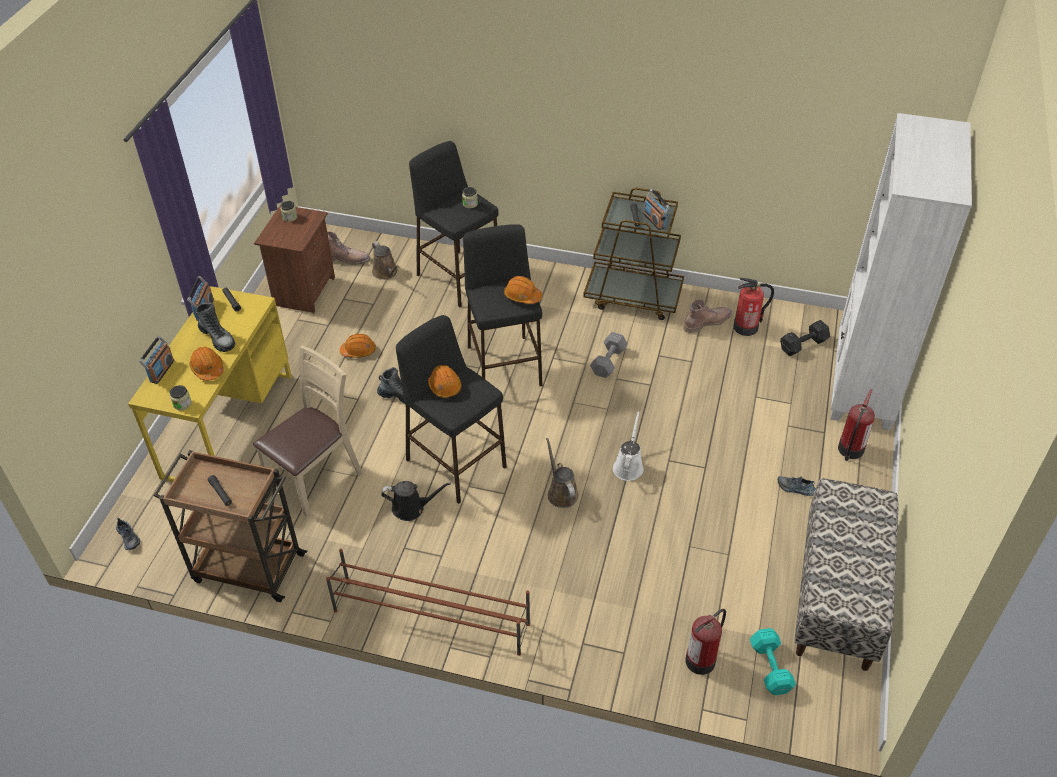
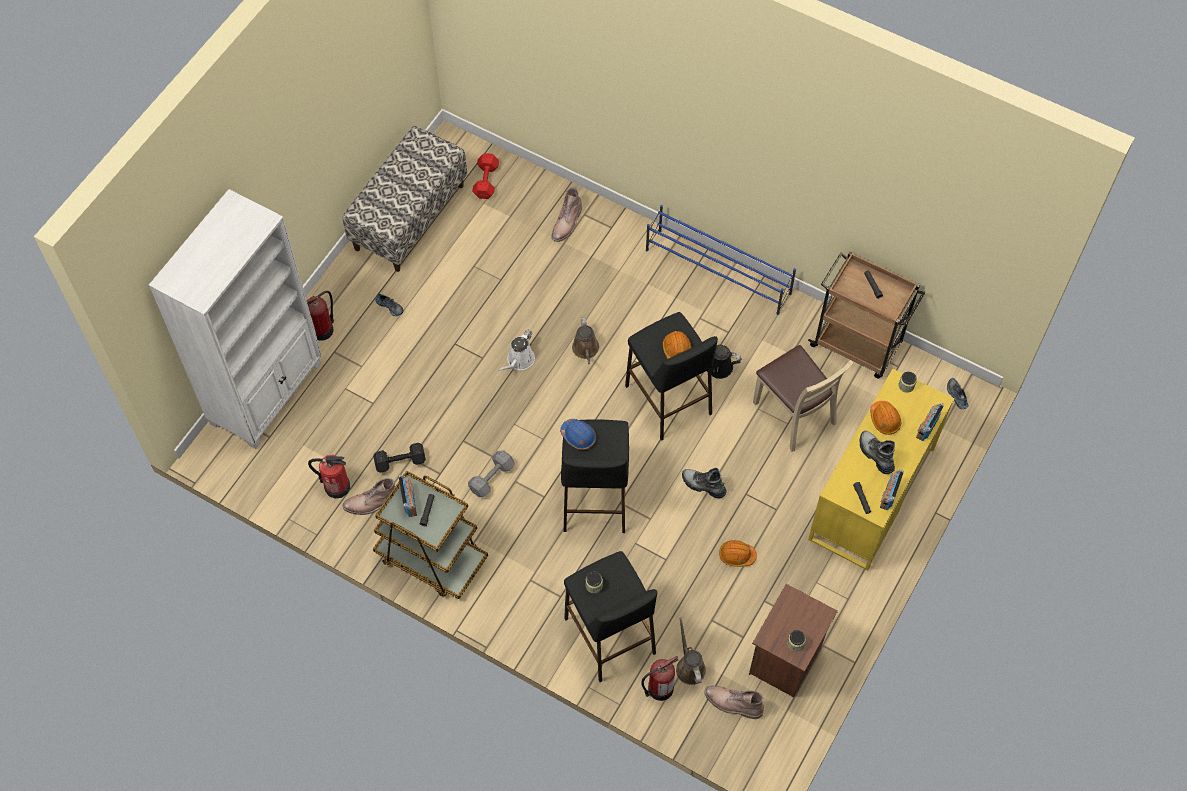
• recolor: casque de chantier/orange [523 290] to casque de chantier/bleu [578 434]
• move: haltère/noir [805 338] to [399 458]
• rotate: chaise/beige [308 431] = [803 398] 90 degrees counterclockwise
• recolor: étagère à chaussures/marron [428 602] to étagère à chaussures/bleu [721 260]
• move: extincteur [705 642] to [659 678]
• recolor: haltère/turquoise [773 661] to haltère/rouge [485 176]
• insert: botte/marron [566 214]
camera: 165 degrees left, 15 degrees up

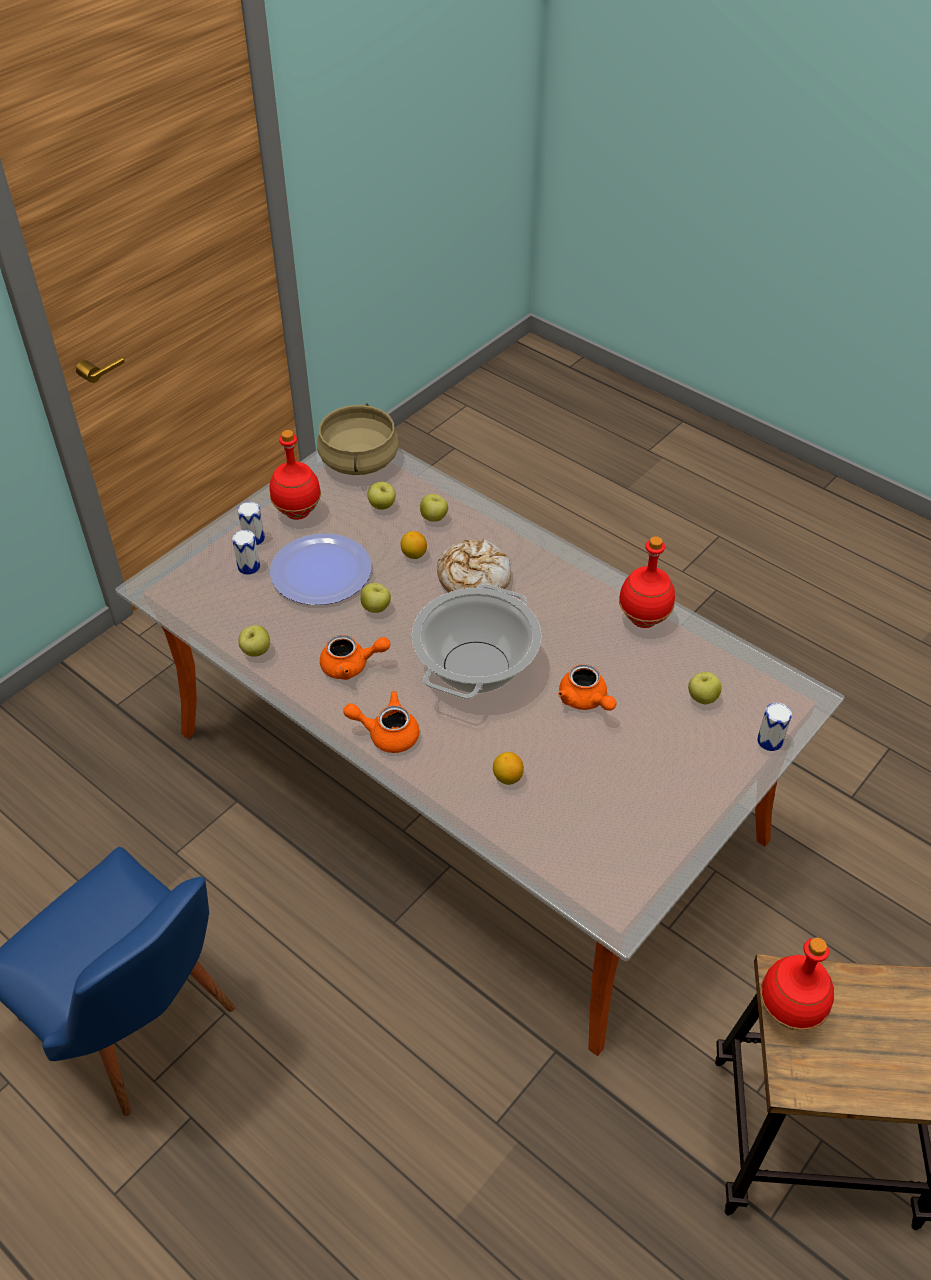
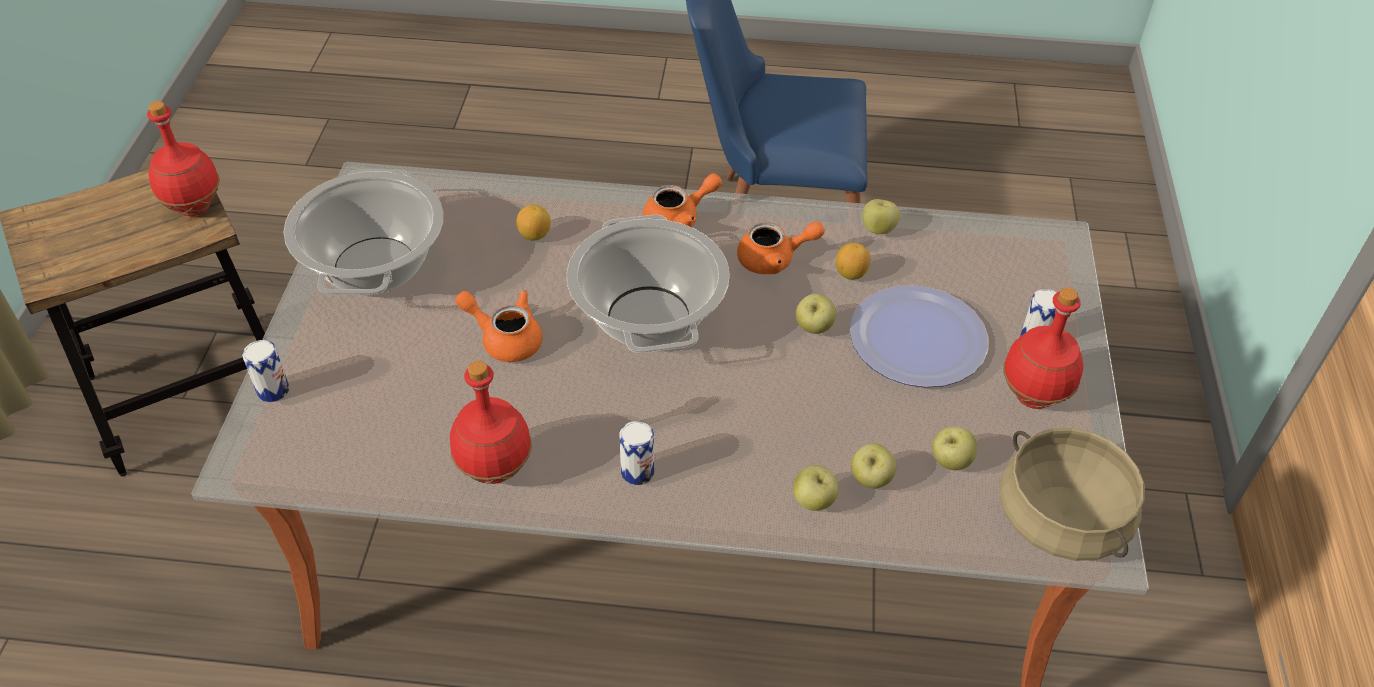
• move: boîte métallique [246 552] to [636 453]
• move: citron [414 545] to [853 261]
• delete: pain [474 565]
• rotate: théière/orange [355 657] = [781 247] 150 degrees counterclockwise
• move: pomme [705 688] to [815 488]
• insert: marmite [364 232]
camera: 145 degrees right, 0 degrees up

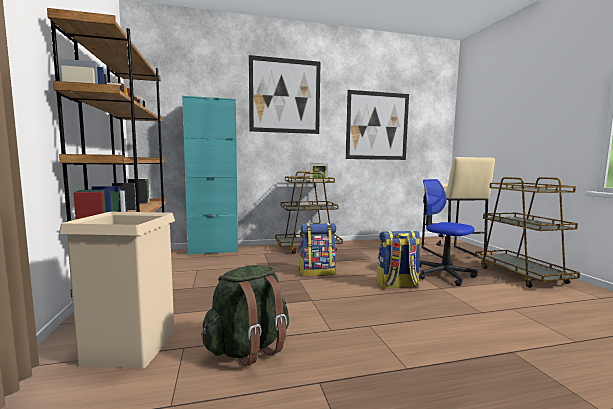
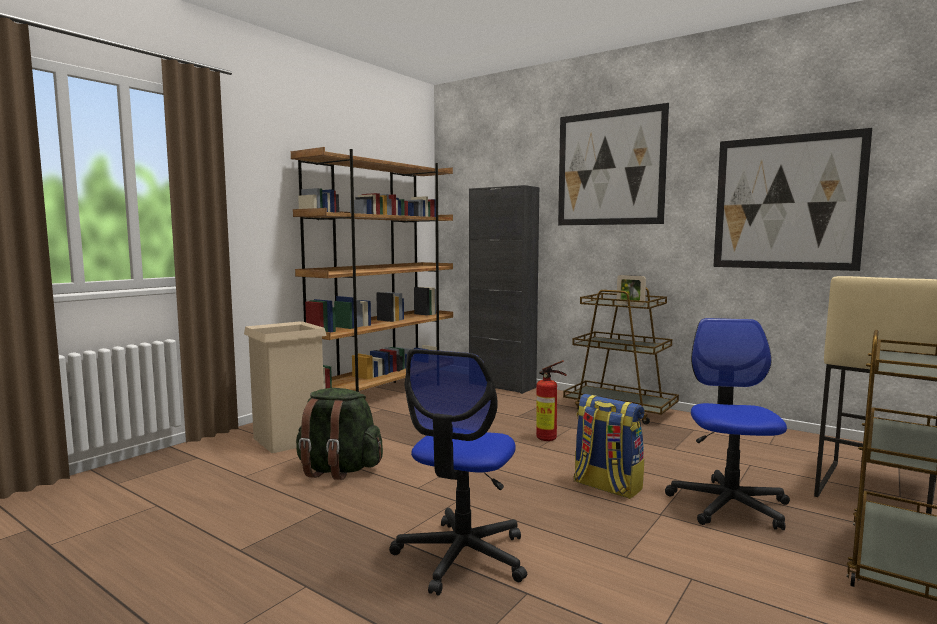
• recolor: meuble de rangement/turquoise [210 175] to meuble de rangement/noir [504 289]
• replace: sac à dos [317 249] to extincteur [551 400]
• insert: chaise de bureau [458 472]
camera: 50 degrees right, 0 degrees up

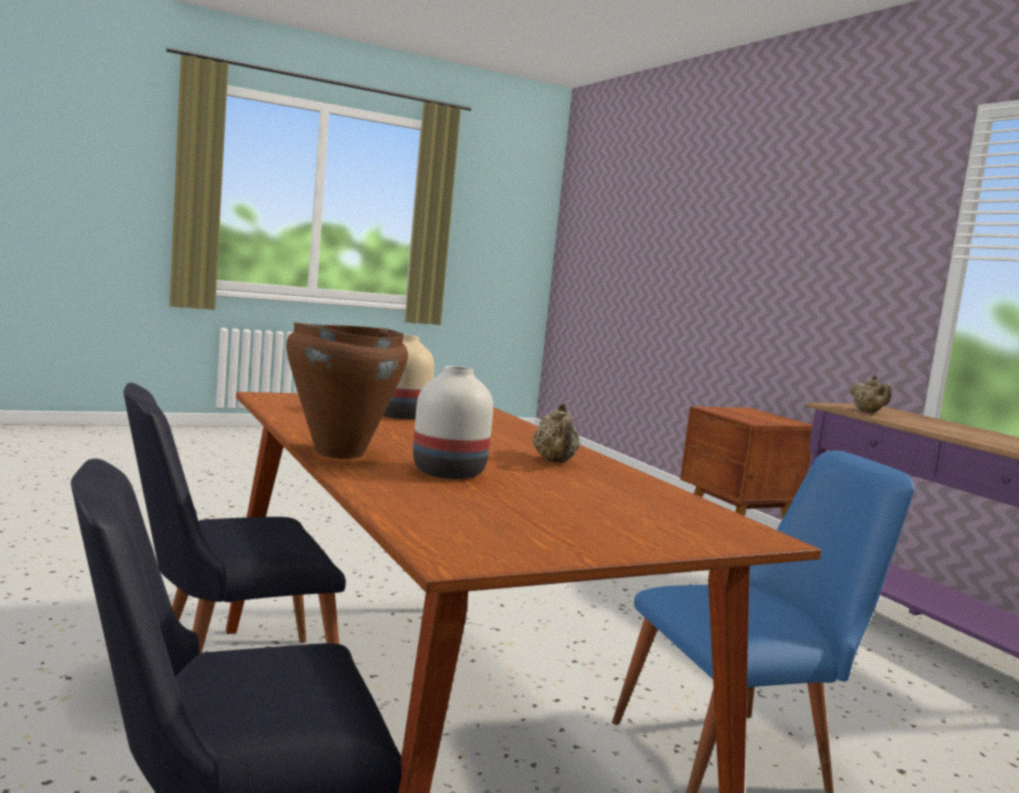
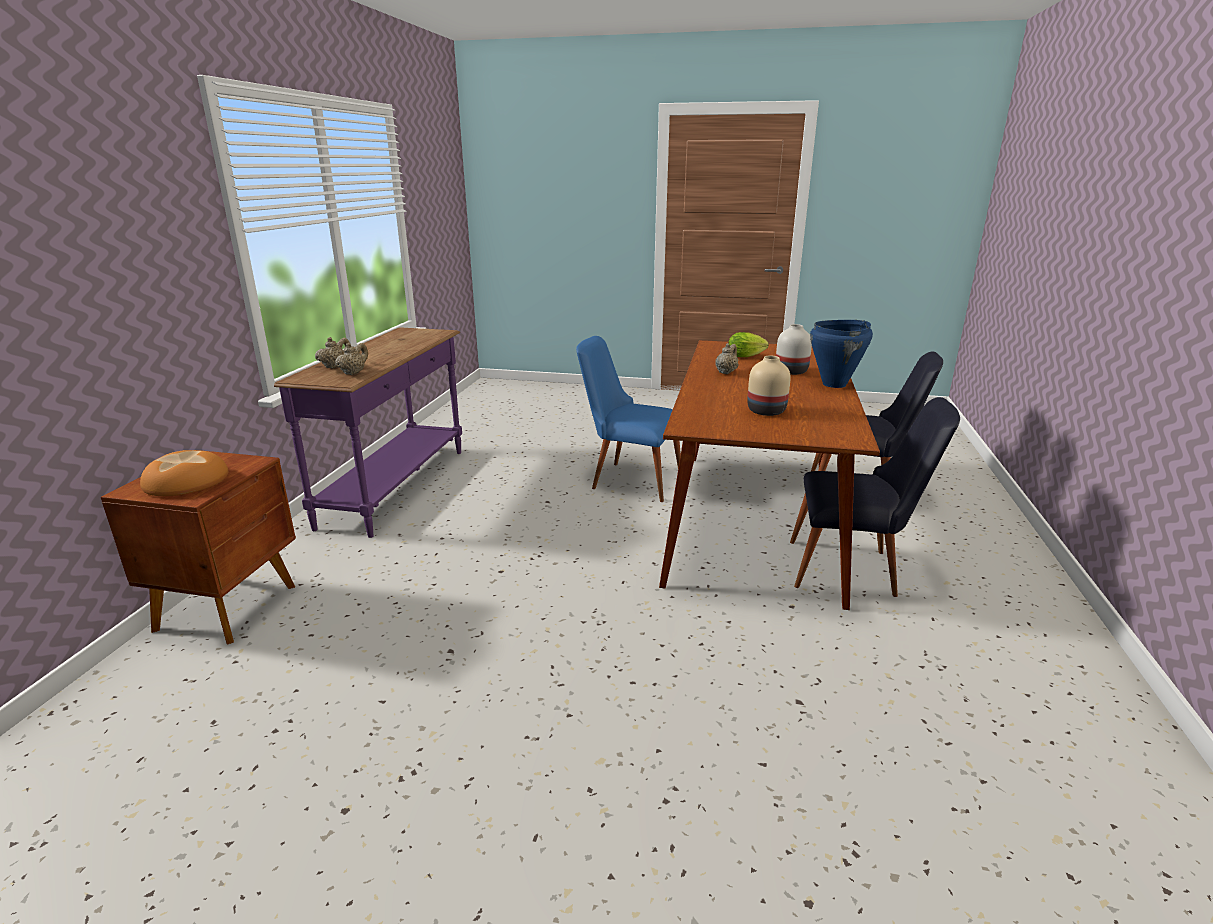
• recolor: marmite/marron [347 390] to marmite/bleu [841 354]
• insert: laitue [748 344]
• insert: théière/beige [332 353]
• insert: pain [184 473]
camera: 140 degrees left, 15 degrees up

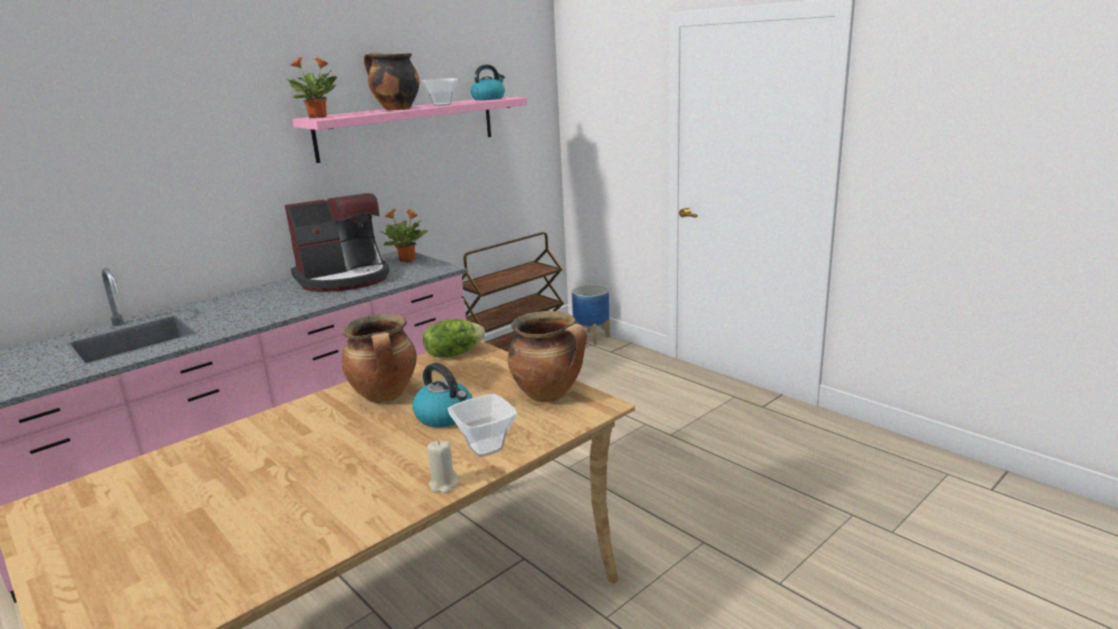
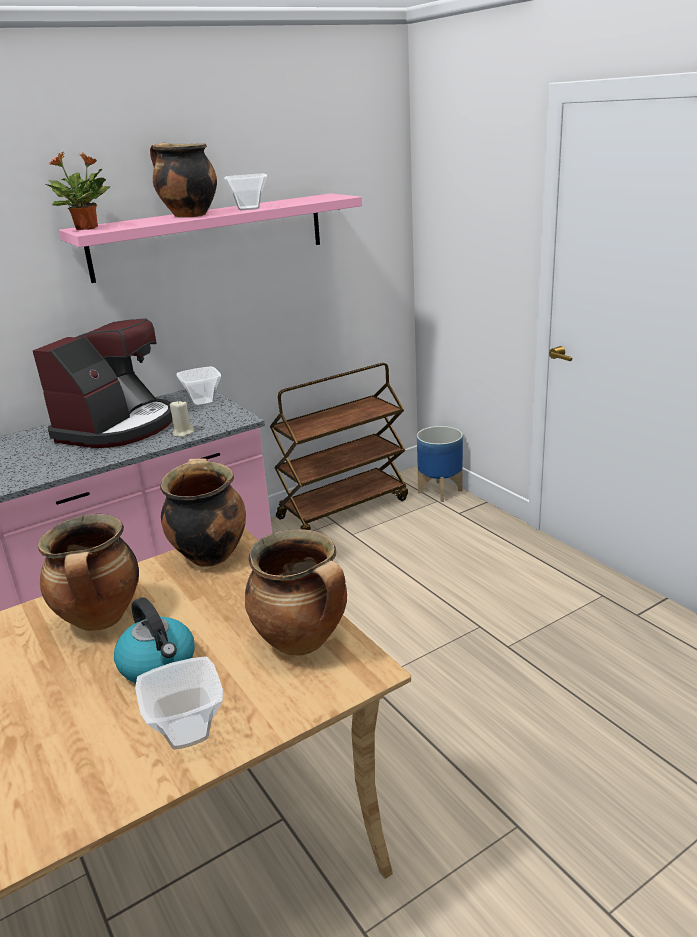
• delete: bouilloire [488 82]
• rotate: machine à café [337 242] = [102 383] 45 degrees counterclockwise
• replace: plante en pot [403 235] to bol [198 386]
• replace: laitue [454 338] to marmite [203 512]
• move: bougie/beige [443 466] to [182 418]
camera: 10 degrees right, 5 degrees up

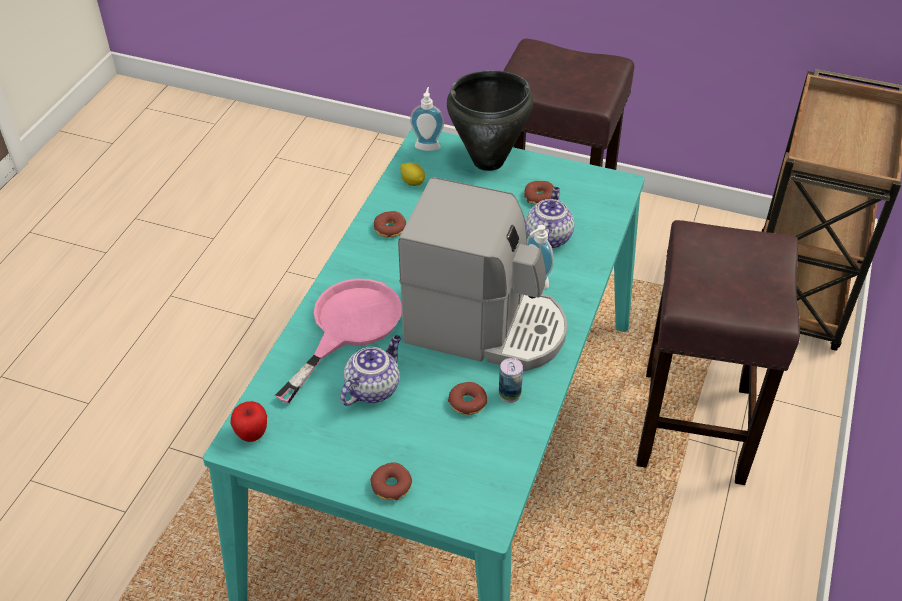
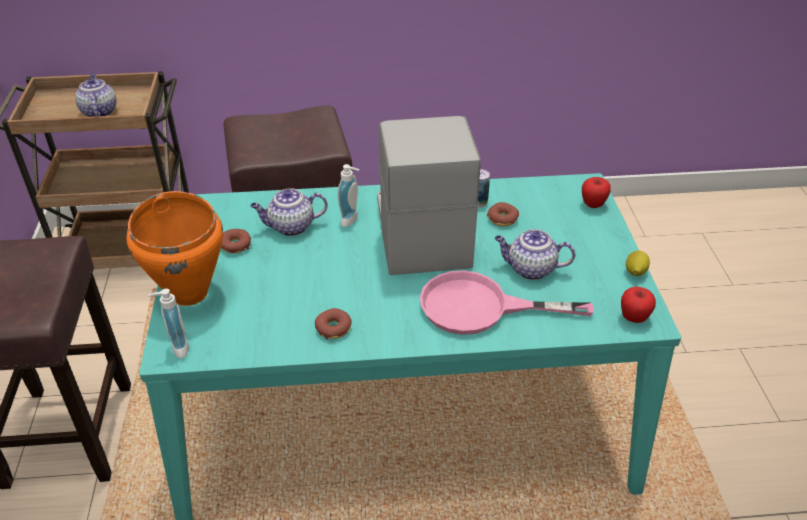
• recolor: marmite/noir [490 120] to marmite/orange [174 248]
• move: citron [412 174] to [638 263]
• delete: beignet [391 481]
• insert: théière [96 95]
• insert: pomme [596 192]
camera: 115 degrees left, 5 degrees down

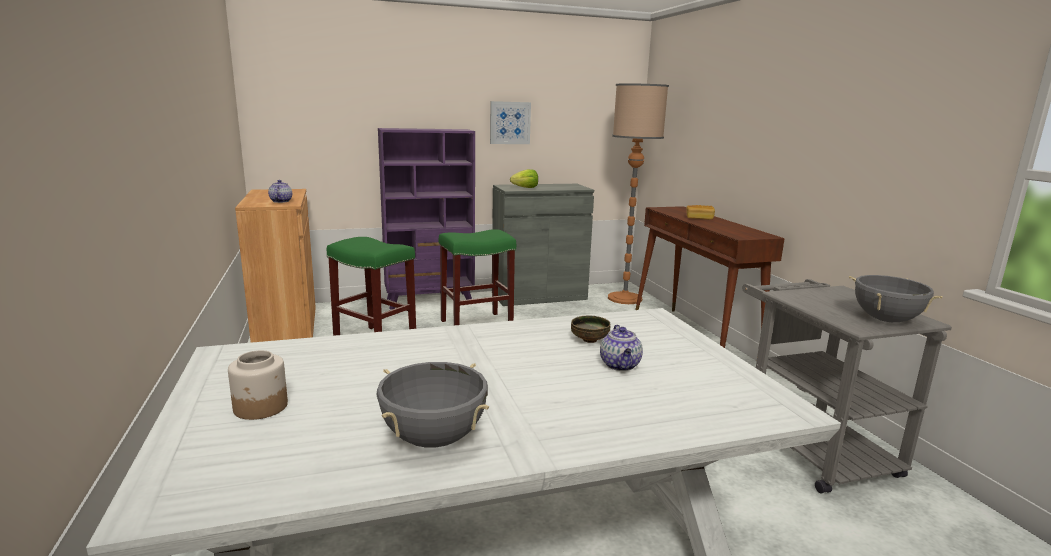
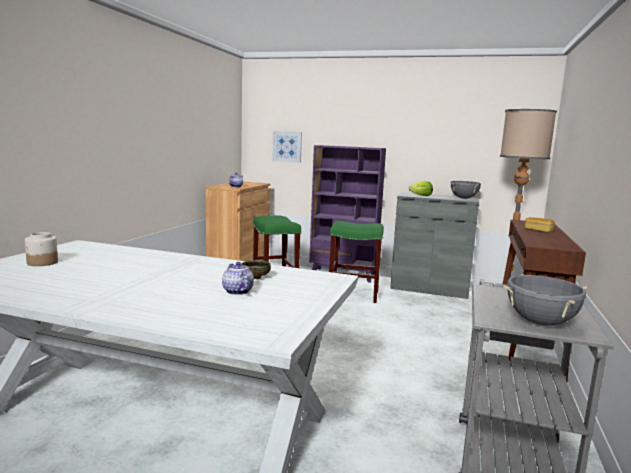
• move: tableau [510 122] to [287 147]
• rotate: théière [621 348] = [238 278] 120 degrees clockwise
• move: marmite/gris [433 405] to [466 190]
camera: 35 degrees right, 5 degrees down

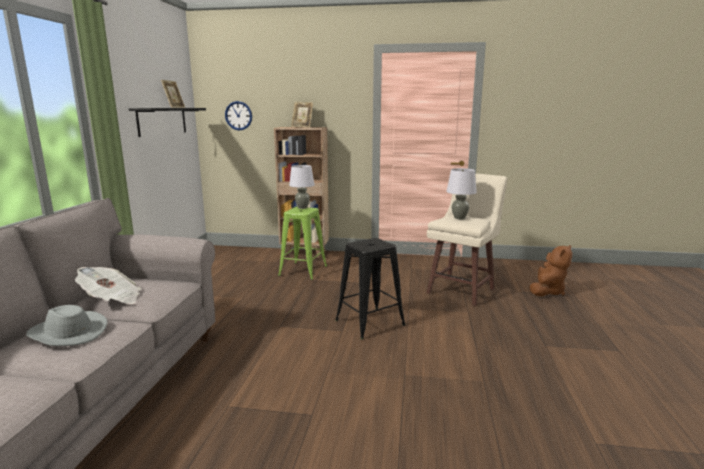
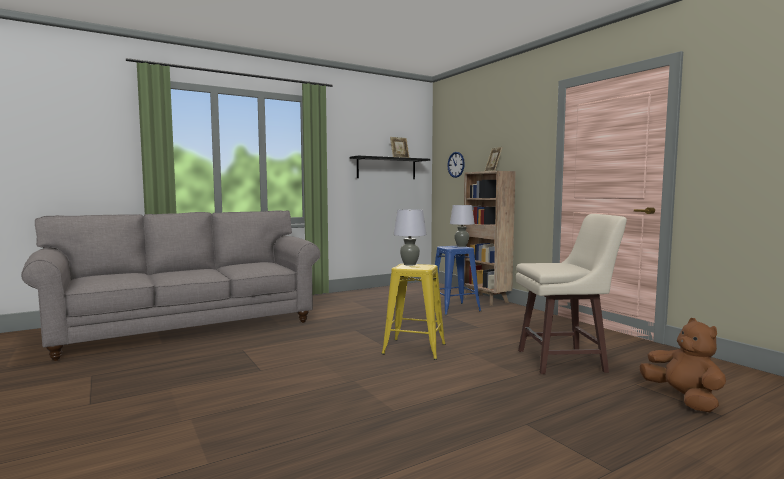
• move: lampe de table/gris [461 193] to [410 237]
• recolor: tabouret/vert [302 243] to tabouret/bleu [458 280]
• recolor: tabouret/noir [370 289] to tabouret/jaune [413 311]
• rotate: peluche/marron [551 271] = [683 365] 105 degrees counterclockwise
• delete: journal [108 285]
• delete: chapeau/gris [67 325]
camera: 50 degrees right, 10 degrees down

